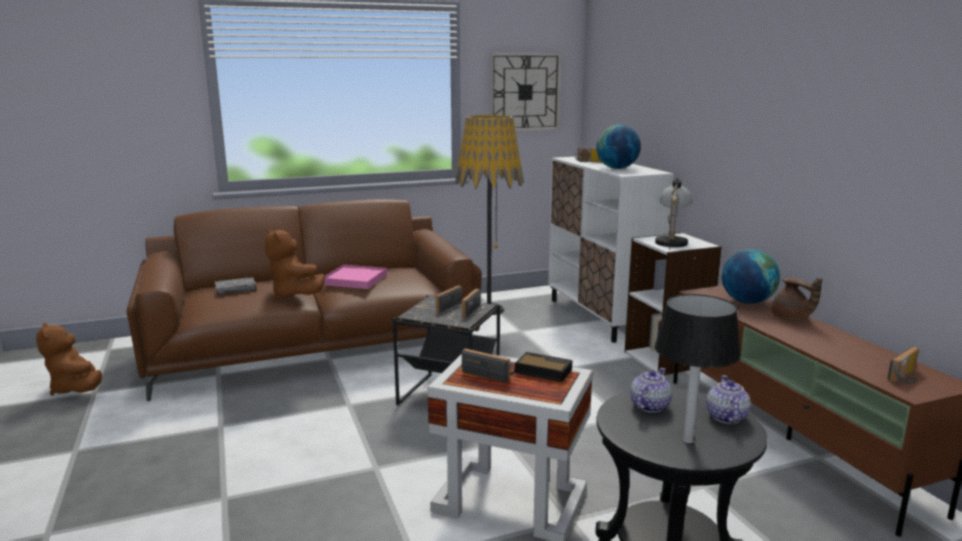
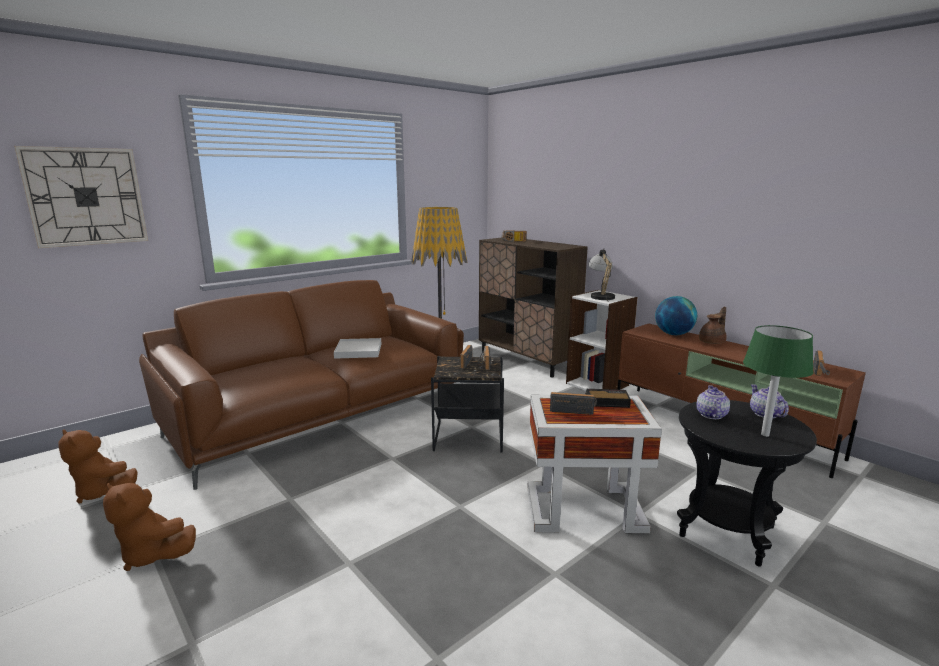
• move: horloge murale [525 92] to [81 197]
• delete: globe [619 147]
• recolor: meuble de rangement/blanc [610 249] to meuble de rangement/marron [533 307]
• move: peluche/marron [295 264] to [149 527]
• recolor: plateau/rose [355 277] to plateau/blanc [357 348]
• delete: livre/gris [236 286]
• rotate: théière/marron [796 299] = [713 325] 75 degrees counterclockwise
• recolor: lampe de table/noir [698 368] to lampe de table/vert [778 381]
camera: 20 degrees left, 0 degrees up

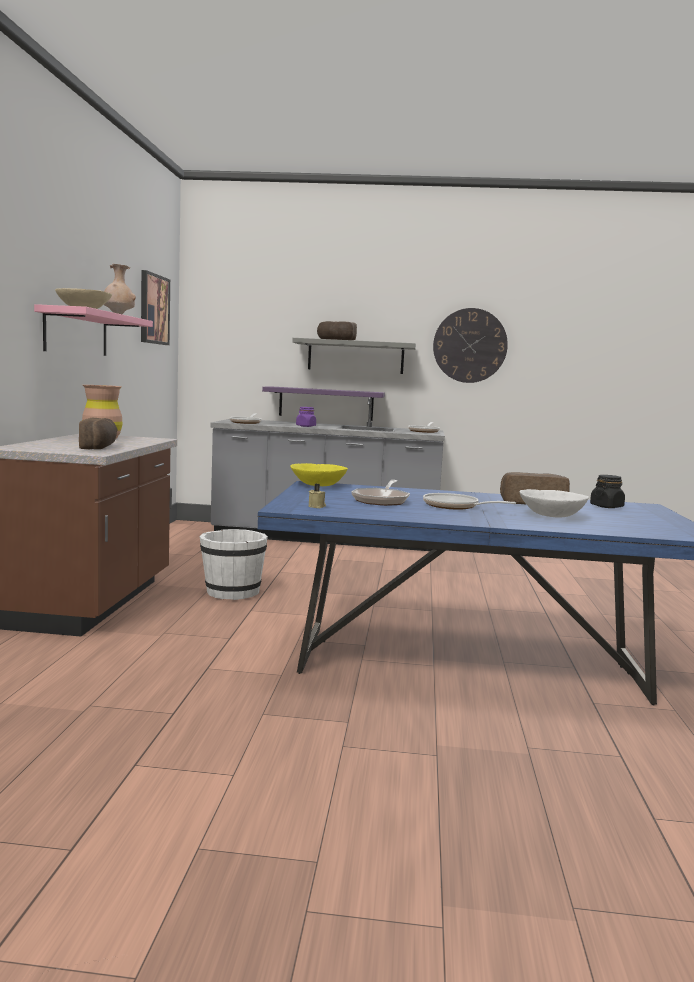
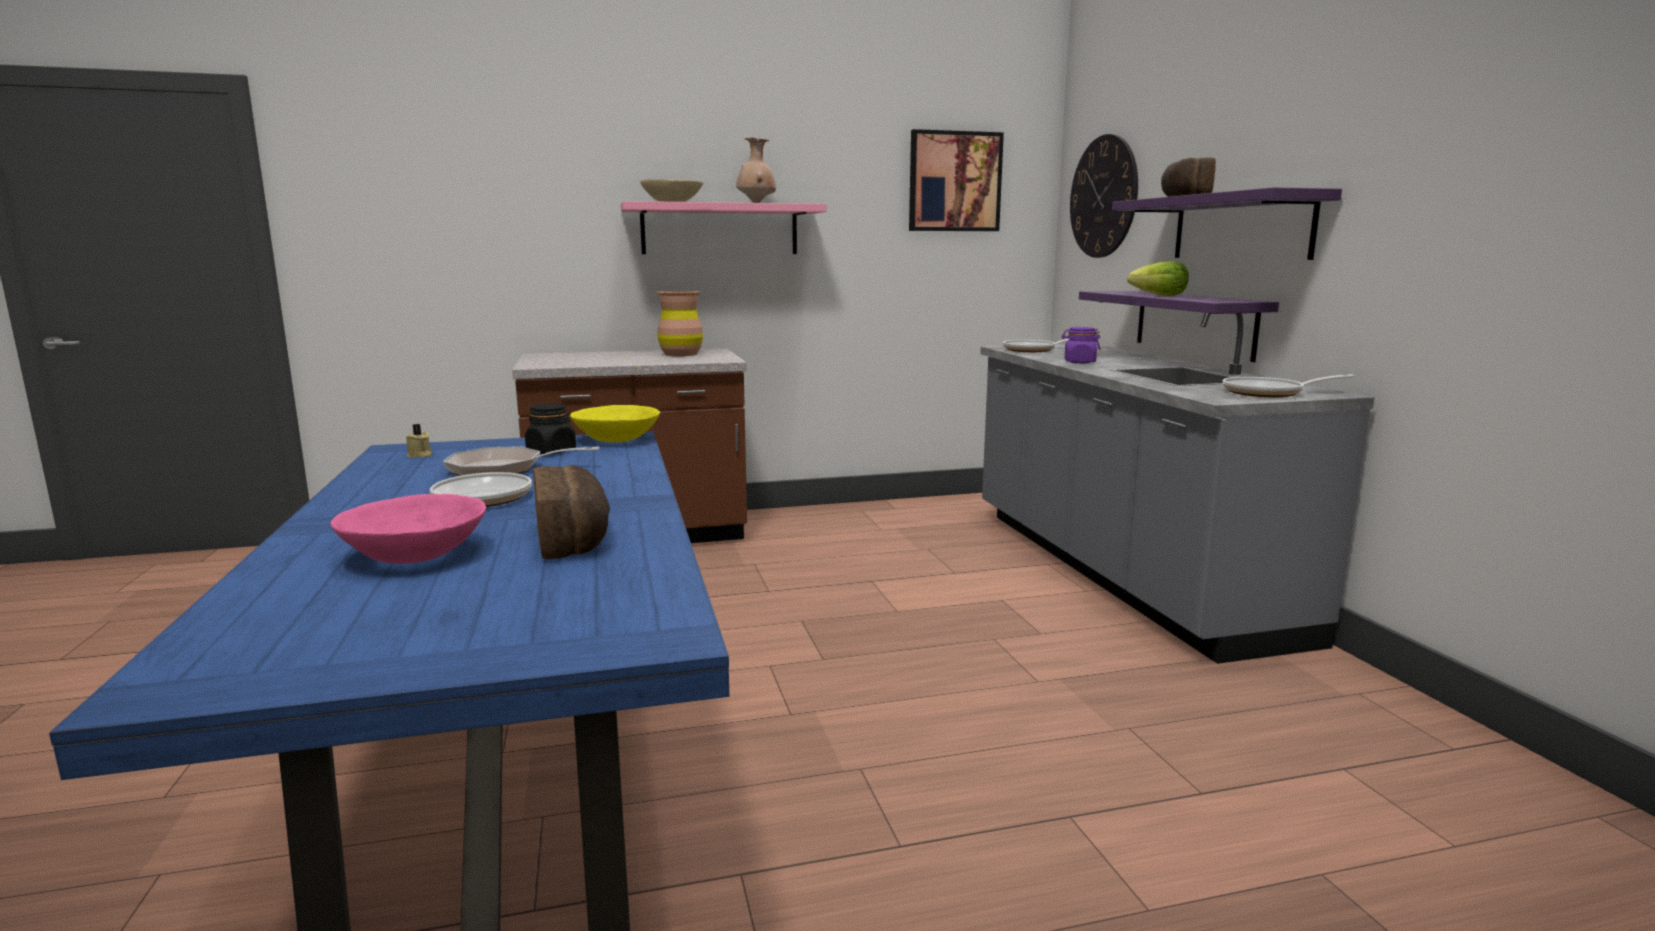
• move: horloge murale [470 345] to [1104 196]
• recolor: étagère/gris [354 356] to étagère/violet [1227 223]
• delete: pain [98 433]
• move: bocal/noir [607 491] to [550 428]
• recolor: bol/blanc [554 503] to bol/rose [408 529]
• delete: seau/blanc [234 564]
• insert: laitue [1158 278]
camera: 70 degrees right, 5 degrees up

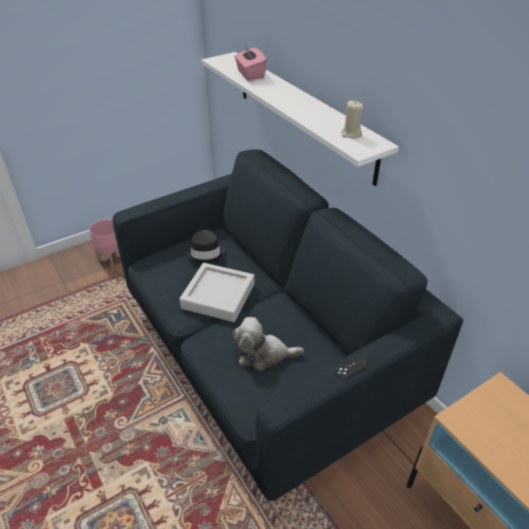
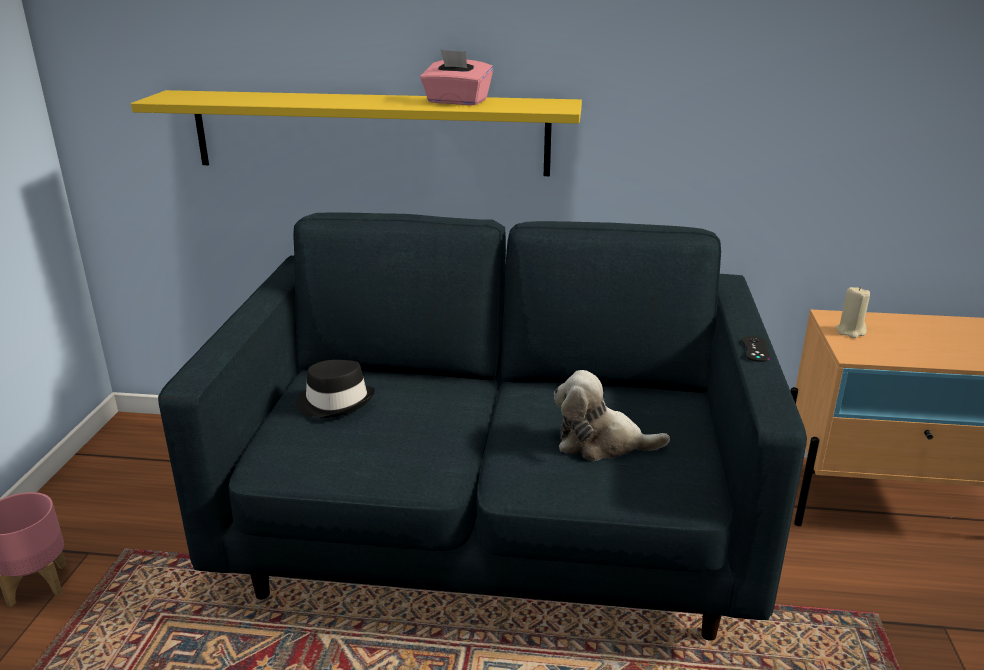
• move: boîte à mouchoirs/rose [250 62] to [456 77]
• recolor: étagère/blanc [300 119] to étagère/jaune [356 133]
• move: bougie/beige [352 119] to [853 312]
• delete: plateau/gris [217 292]
• rotate: peluche [268 344] = [612 415] 60 degrees clockwise
camera: 50 degrees left, 15 degrees down

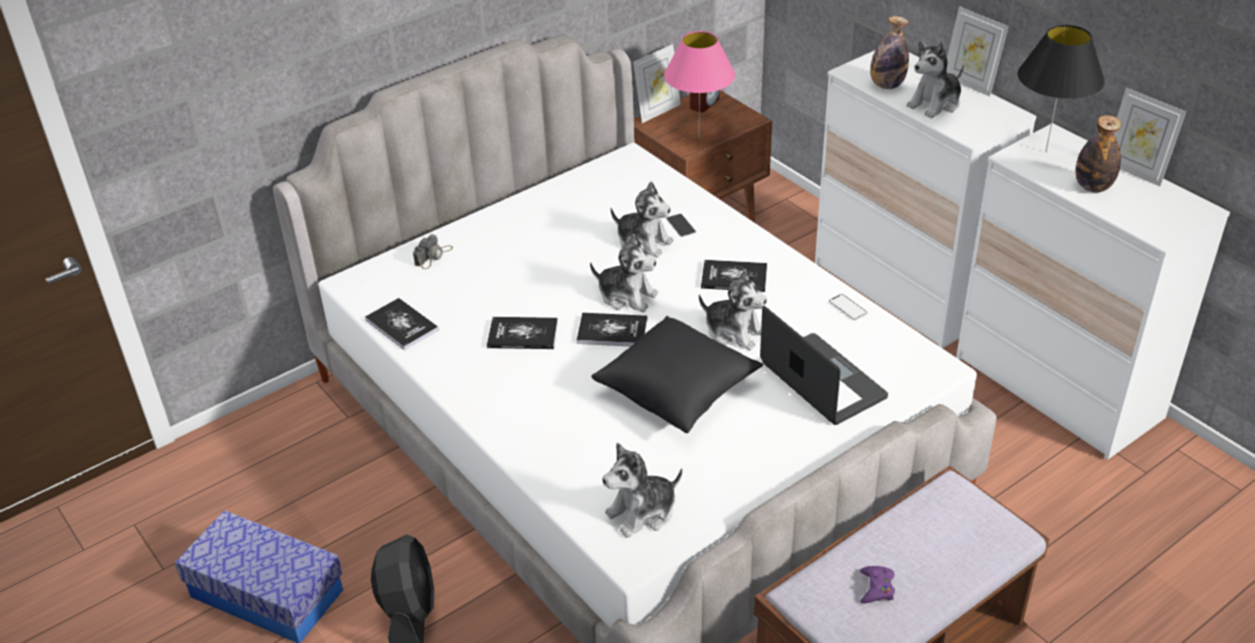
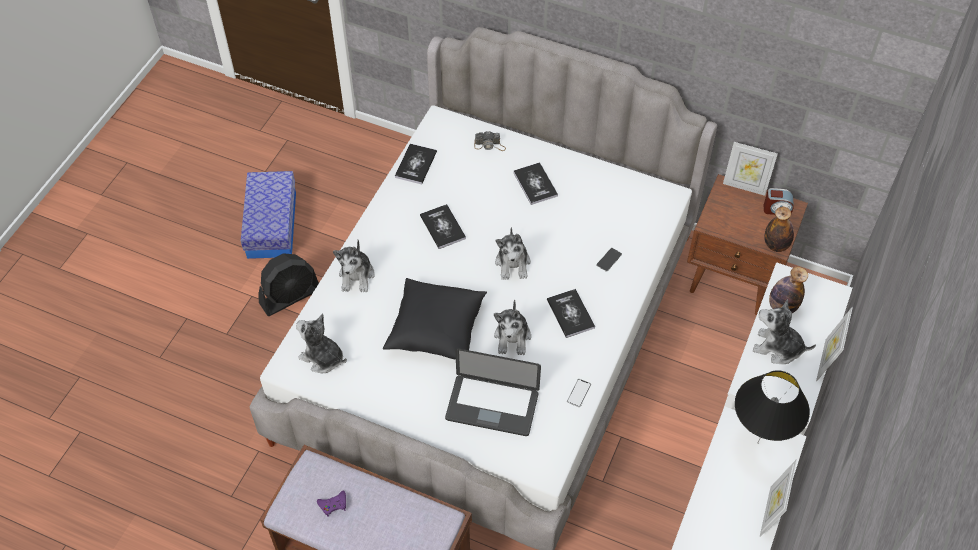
• delete: lampe de table/rose [699 85]
• move: bouteille [1099 153] to [779 229]
• move: peluche [642 219] to [354 266]
• rotate: ordinateur portable [824 365] = [493 392] 75 degrees clockwise
• move: livre [612 330] to [535 183]
camera: 60 degrees right, 15 degrees up

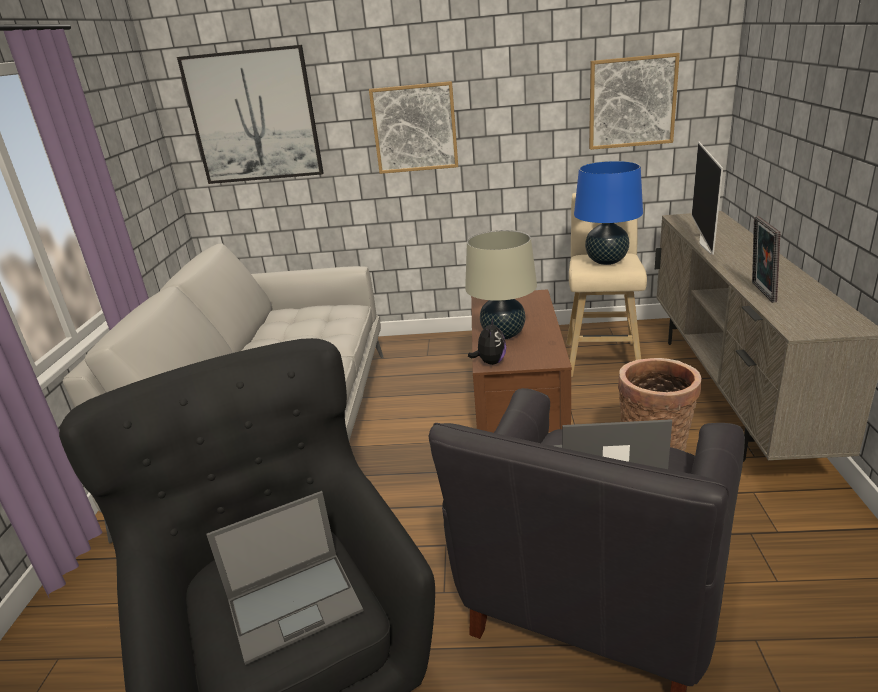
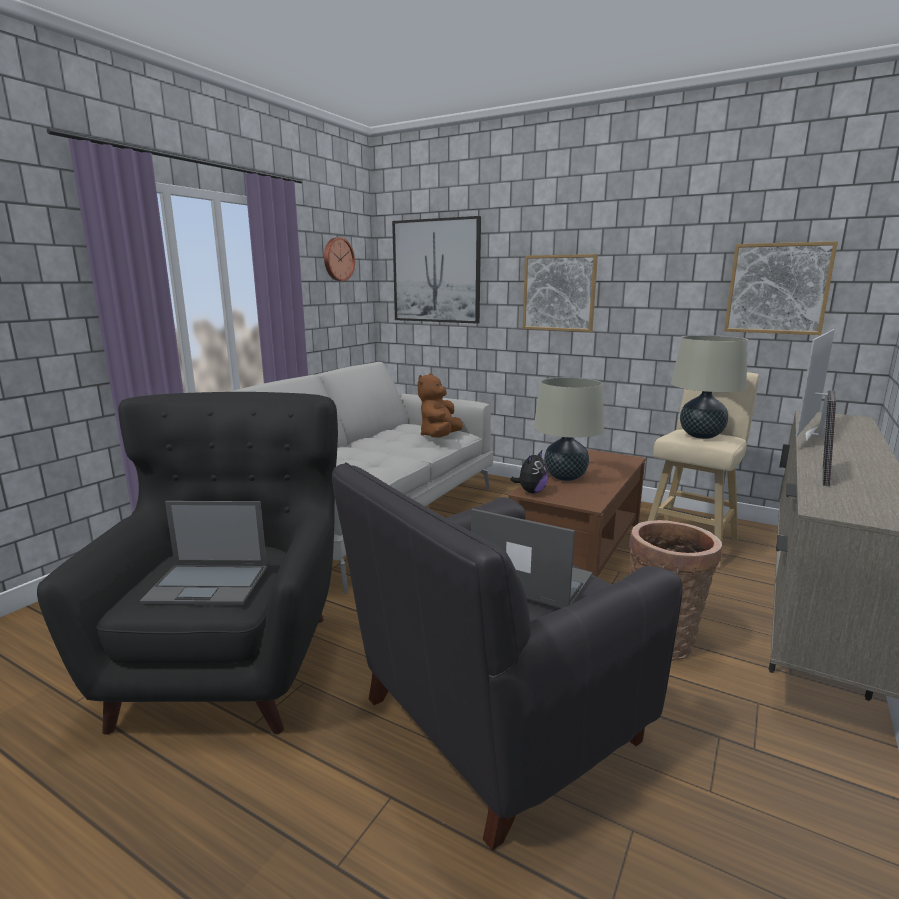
• recolor: lampe de table/bleu [608 213] to lampe de table/beige [709 387]
• insert: horloge murale [339 259]
• insert: peluche/marron [440 405]
camera: 25 degrees right, 10 degrees down

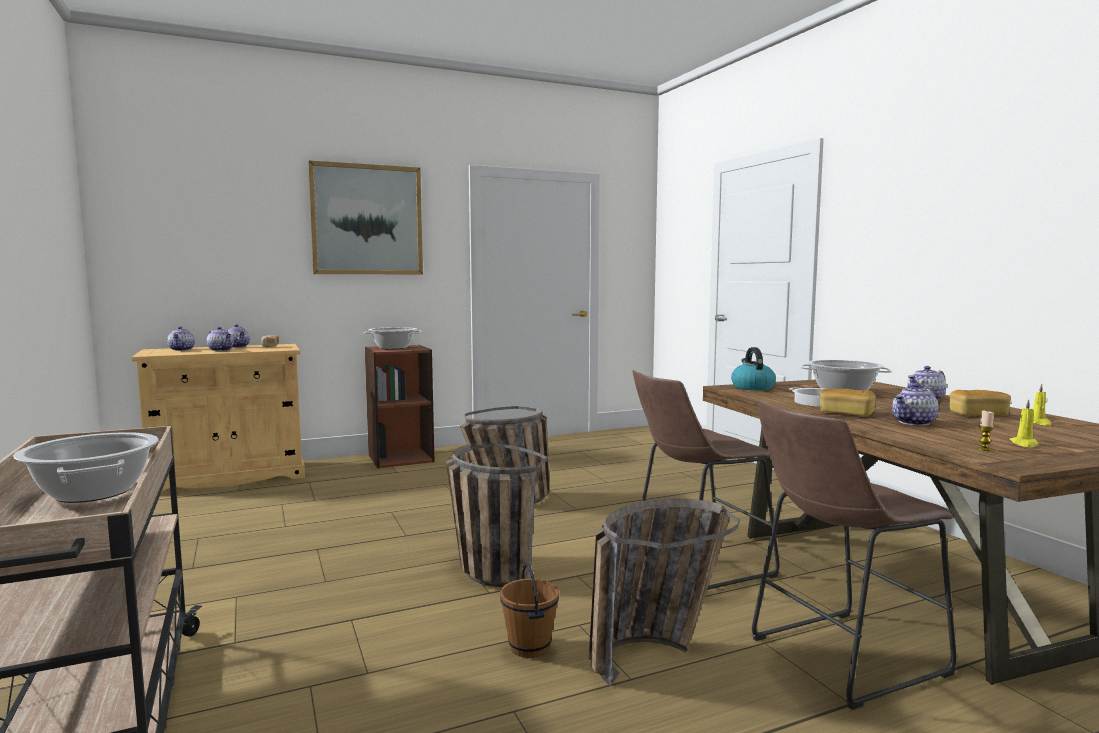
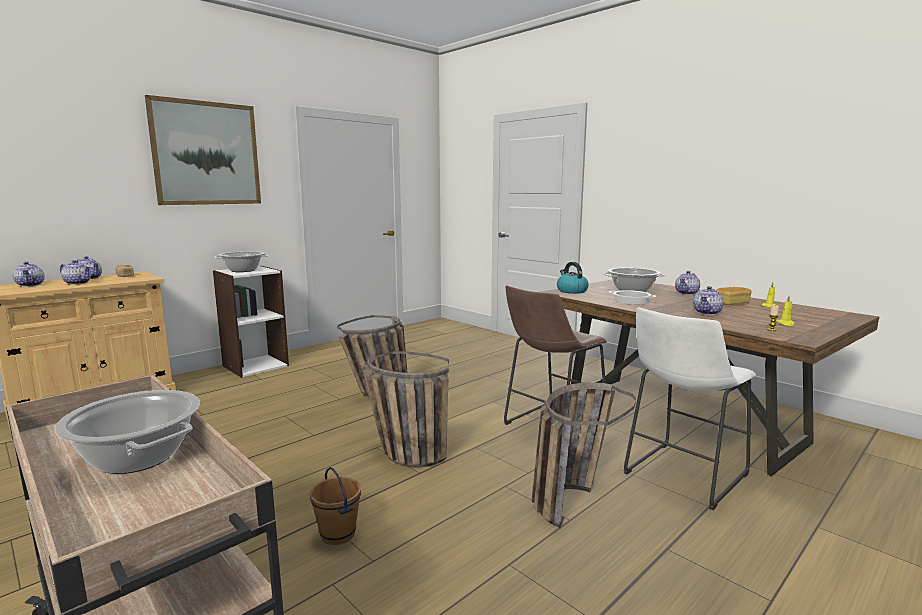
• recolor: bibliothèque/marron [400 406] to bibliothèque/blanc [251 322]
• delete: pain [848 402]
• recolor: tabouret/marron [854 555] to tabouret/blanc [690 408]
• move: seau/marron [529 610] to [335 506]
camera: 20 degrees left, 5 degrees up

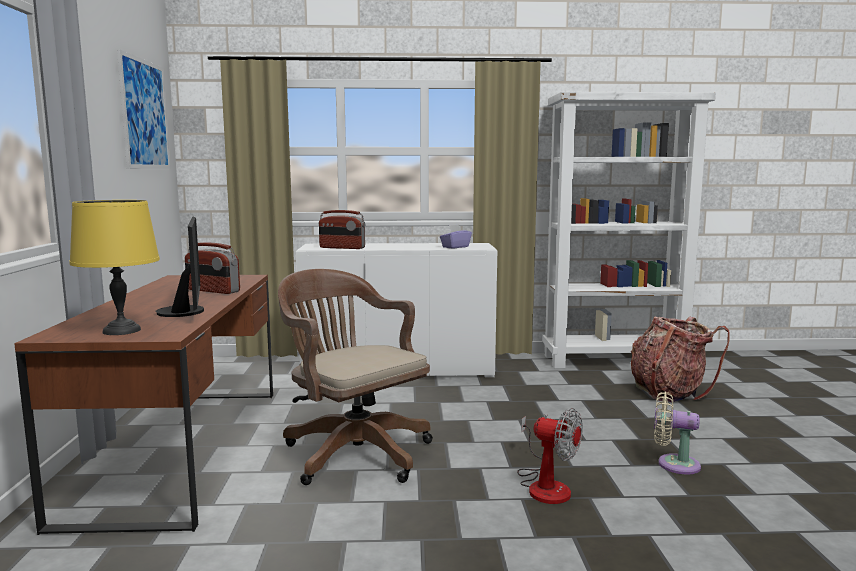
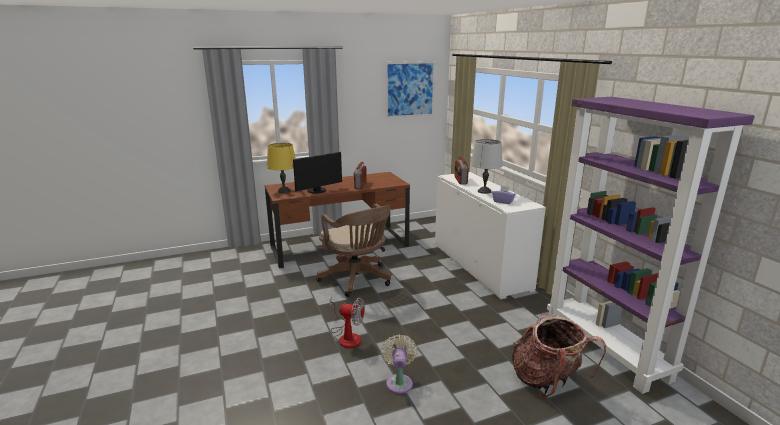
• recolor: bibliothèque/blanc [629 230] to bibliothèque/violet [651 245]
• rotate: chaise de bureau/marron [355 377] = [354 250] 120 degrees clockwise
• rotate: ventilateur [550 456] = [347 322] 90 degrees counterclockwise
• insert: lampe de table/gris [486 166]
camera: 70 degrees right, 10 degrees up

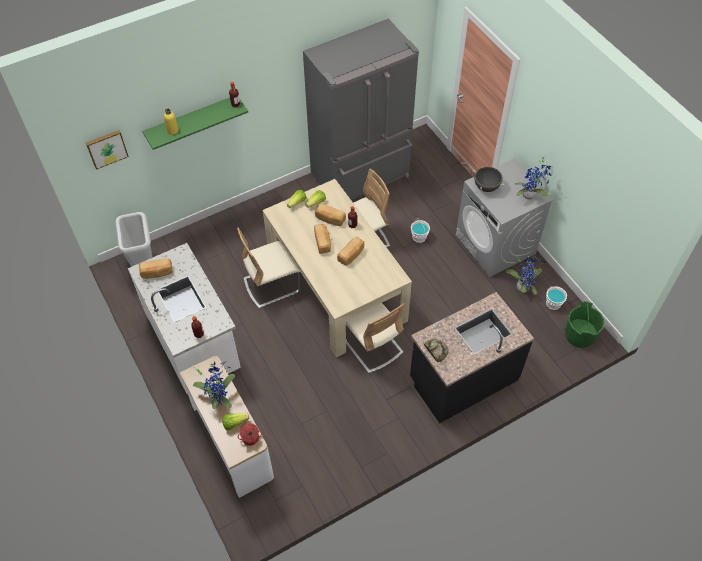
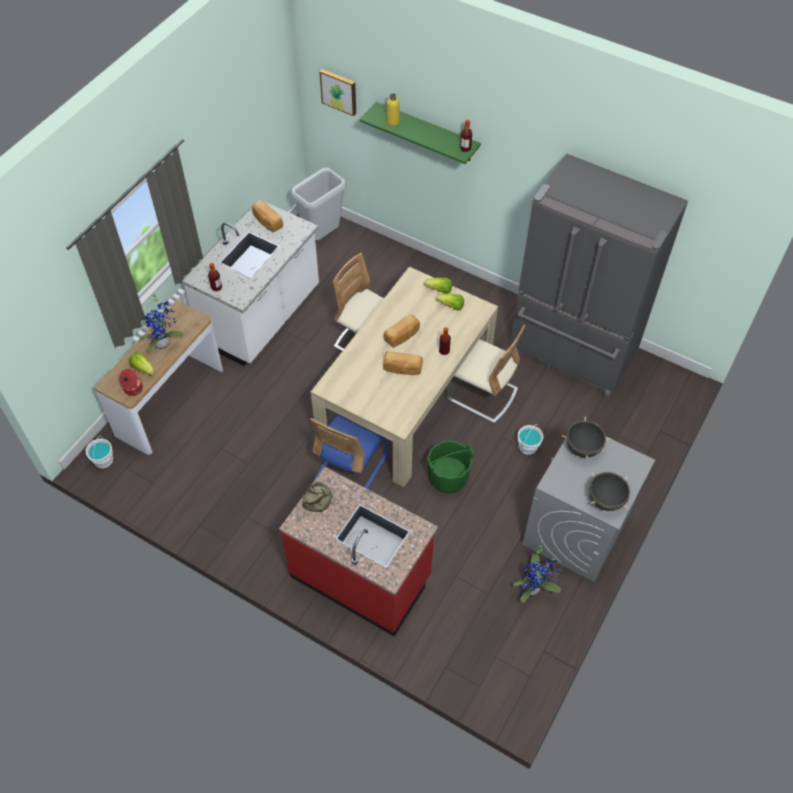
• replace: plante en pot [533 178] to marmite/noir [609 491]
• delete: pain [330 214]
• move: seau/blanc [556 298] to [99 452]
• recolor: comptoir de cuisine/noir [472 357] to comptoir de cuisine/rouge [358 552]
• move: seau/vert [585 324] to [450 466]
• recolor: chaise/beige [375 338] to chaise/bleu [349 451]
camera: 60 degrees right, 0 degrees up

